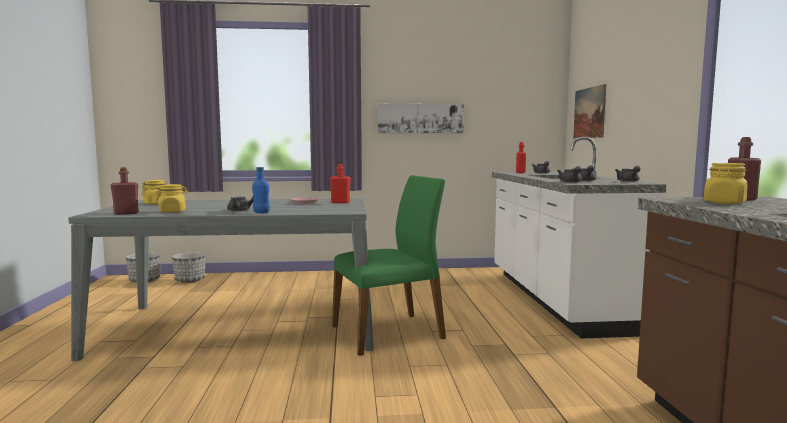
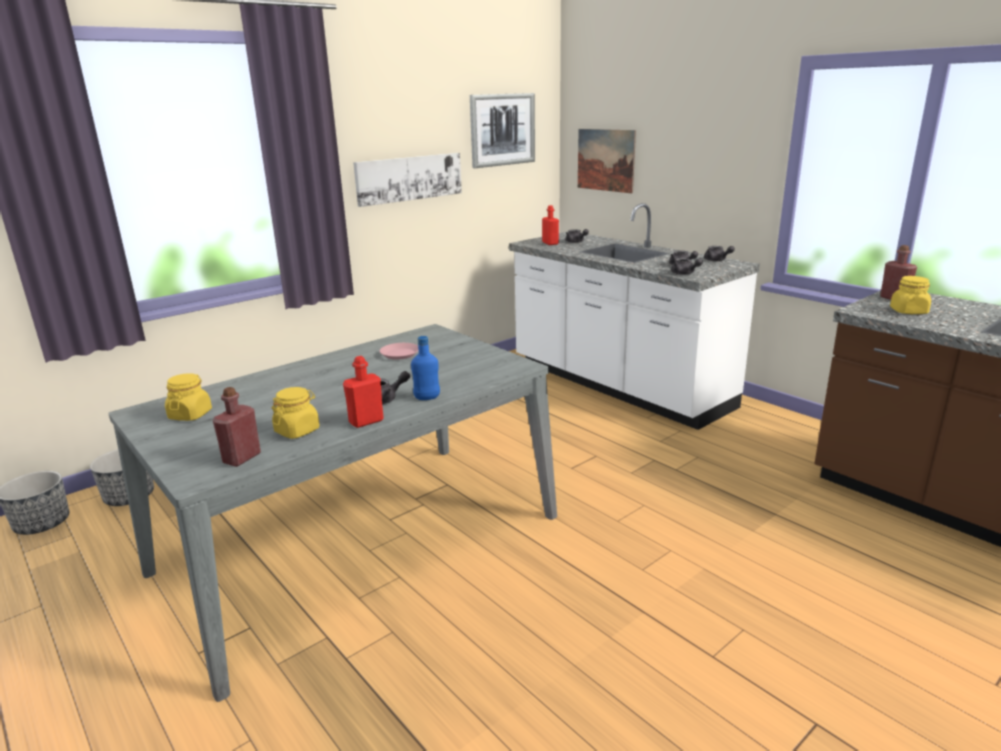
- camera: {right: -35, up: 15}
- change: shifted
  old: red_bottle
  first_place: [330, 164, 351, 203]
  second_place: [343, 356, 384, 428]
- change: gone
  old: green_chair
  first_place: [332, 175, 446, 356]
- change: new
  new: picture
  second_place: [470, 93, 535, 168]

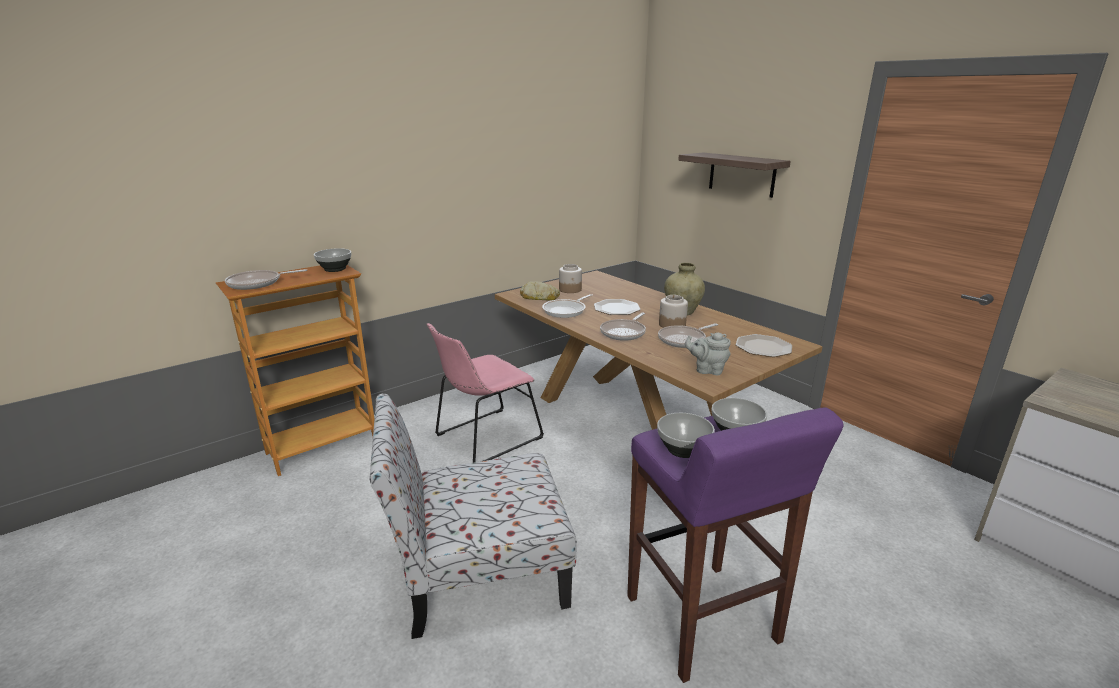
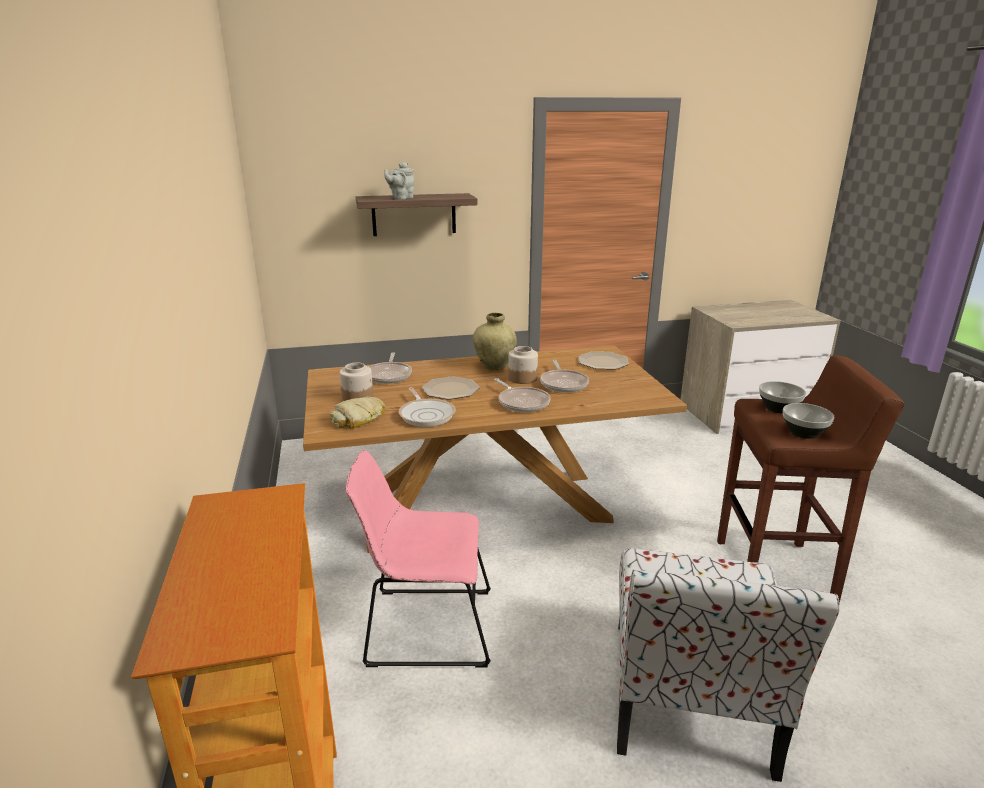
- camera: {right: -65, up: 0}
- change: gone
  old: bowl
  first_place: [314, 248, 351, 272]
- change: shifted
  old: frying_pan
  first_place: [224, 269, 307, 290]
  second_place: [369, 353, 412, 384]
- change: rotated
  old: pink_chair
  first_place: [427, 323, 544, 463]
  second_place: [346, 450, 491, 667]
  degrees: 105
- change: shifted
  old: grey_teapot
  first_place: [685, 333, 731, 375]
  second_place: [384, 162, 415, 199]
- change: repainted
  old: purple_stool
  new: brown_stool
  first_place: [627, 407, 844, 683]
  second_place: [717, 356, 904, 603]

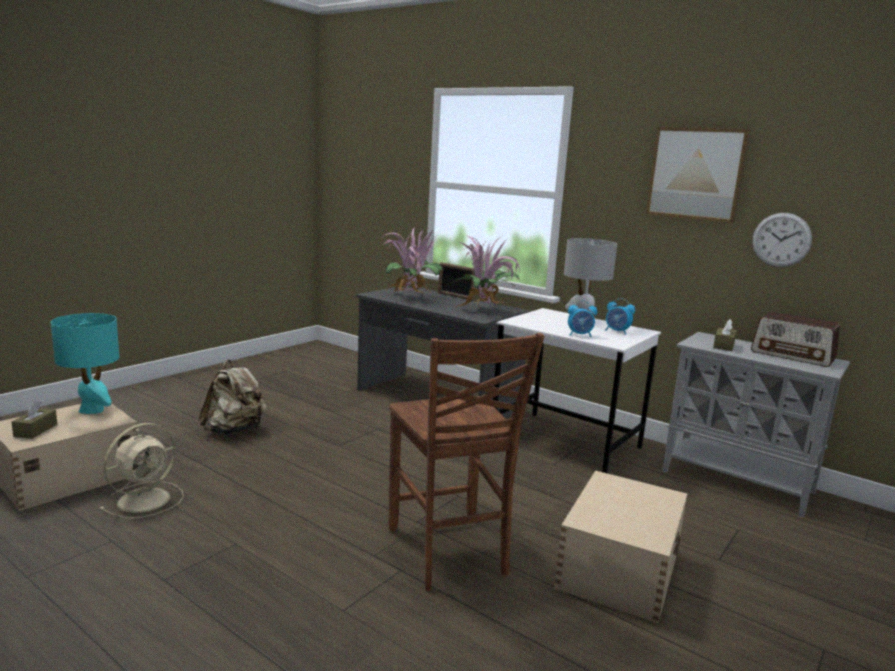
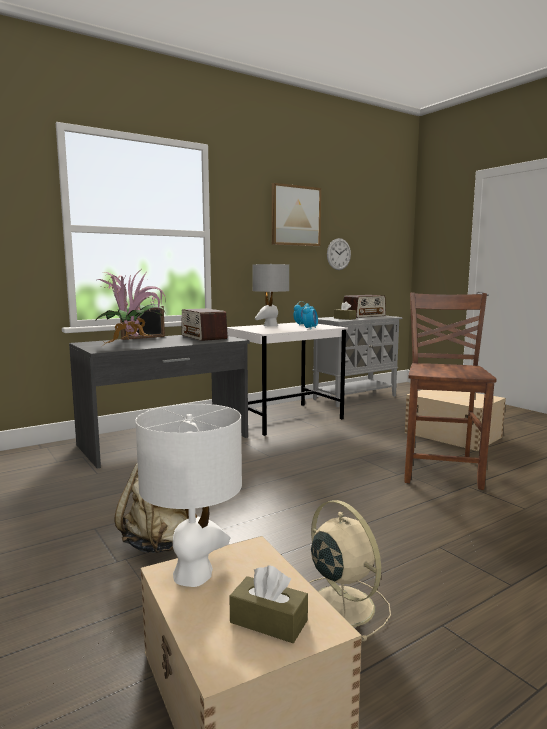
- camera: {right: -70, up: -5}
- change: swapped
  old: potted_plant
  new: radio
  first_place: [451, 235, 520, 308]
  second_place: [182, 308, 228, 341]
- change: repainted
  old: turquoise_table_lamp
  new: white_table_lamp
  first_place: [51, 313, 119, 414]
  second_place: [135, 404, 242, 587]
- change: rotated
  old: brown_chair
  first_place: [388, 333, 545, 591]
  second_place: [404, 292, 496, 490]
  degrees: -75

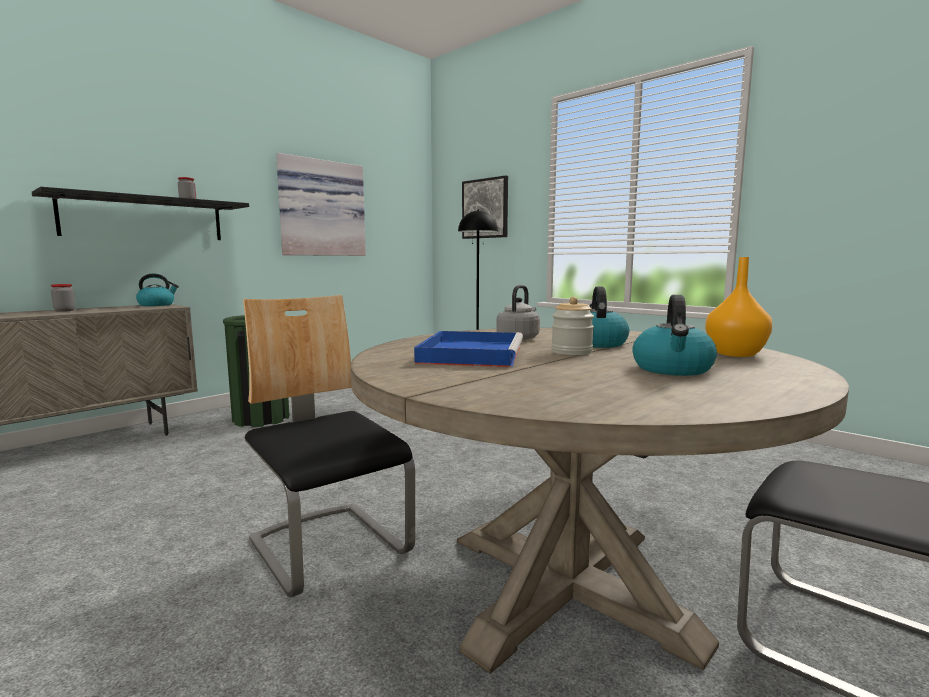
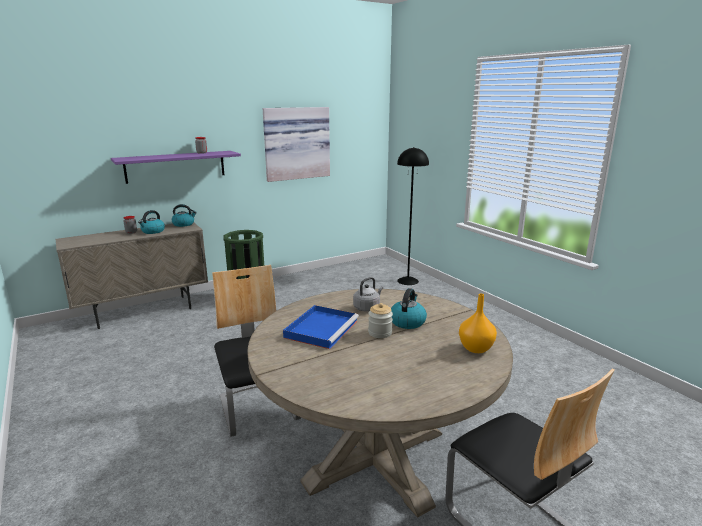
- camera: {right: 15, up: 10}
- change: gone
  old: picture
  first_place: [462, 175, 508, 239]
- change: repainted
  old: black_shelf
  new: purple_shelf
  first_place: [32, 187, 249, 240]
  second_place: [111, 151, 241, 184]
- change: shifted
  old: kettle
  first_place: [632, 295, 717, 376]
  second_place: [138, 210, 165, 234]

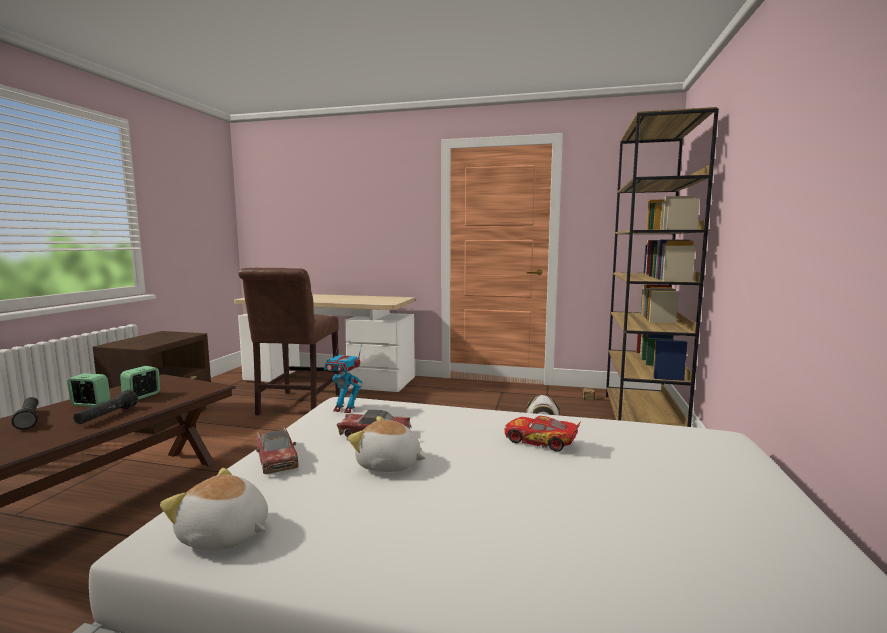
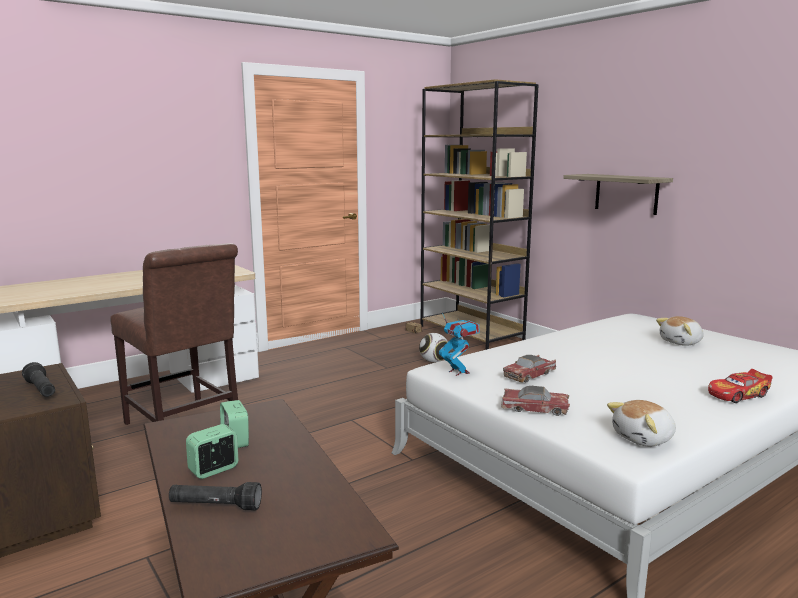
- camera: {right: -50, up: 5}
- change: rotated
  old: toy_robot
  first_place: [324, 343, 362, 413]
  second_place: [439, 313, 479, 376]
  degrees: -90
- change: shifted
  old: black_flashlight
  first_place: [73, 390, 138, 424]
  second_place: [22, 362, 55, 397]
- change: shifted
  old: plush_toy
  first_place: [348, 416, 425, 472]
  second_place: [656, 316, 704, 346]
- change: shifted
  old: toy_car
  first_place: [505, 416, 581, 452]
  second_place: [708, 369, 773, 403]
- change: new
  new: shelf
  second_place: [563, 174, 673, 215]

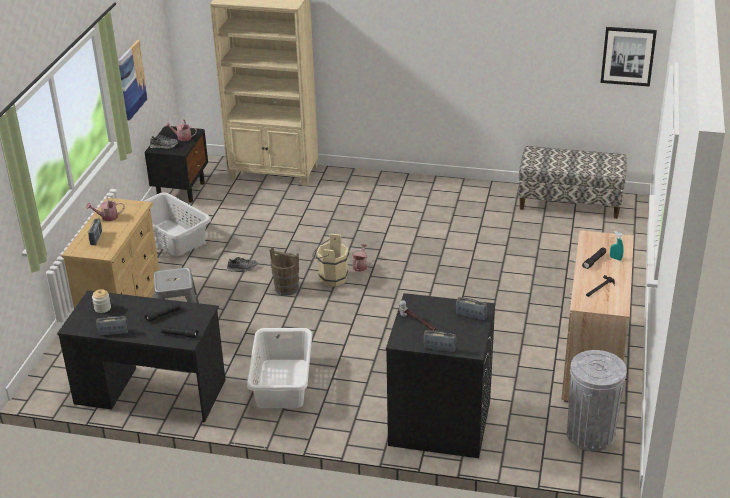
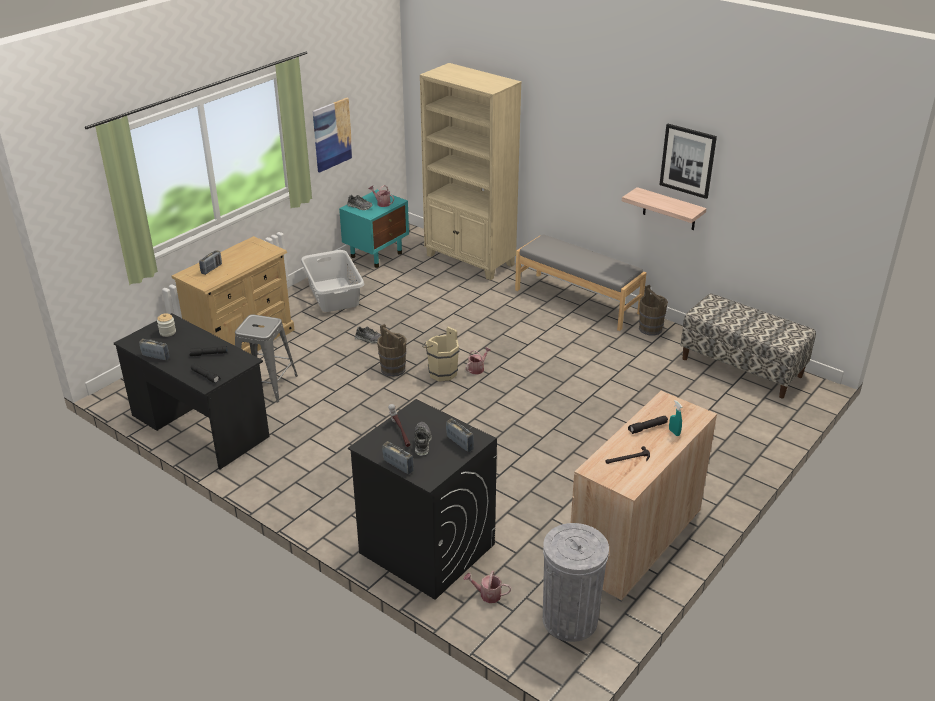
- camera: {right: 25, up: 0}
- change: shifted
  old: picture
  first_place: [601, 27, 657, 87]
  second_place: [659, 124, 717, 199]
- change: repainted
  old: black_nightstand
  new: turquoise_nightstand
  first_place: [144, 126, 208, 202]
  second_place: [339, 190, 409, 268]
- change: shifted
  old: watering_can
  first_place: [86, 196, 124, 221]
  second_place: [464, 571, 511, 603]
- change: gone
  old: white_laundry_basket
  first_place: [247, 328, 312, 408]
- change: new
  new: shelf
  second_place: [622, 187, 707, 230]
- change: new
  new: grey_bench
  second_place: [515, 234, 646, 331]
- change: new
  new: brown_bucket
  second_place: [639, 285, 668, 336]
- change: new
  new: shoe
  second_place: [414, 422, 432, 456]

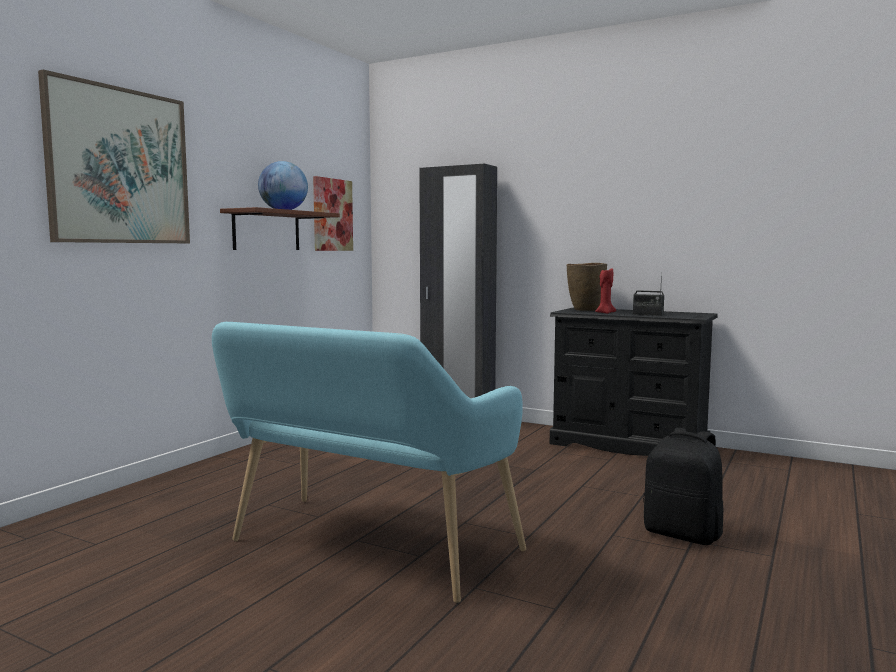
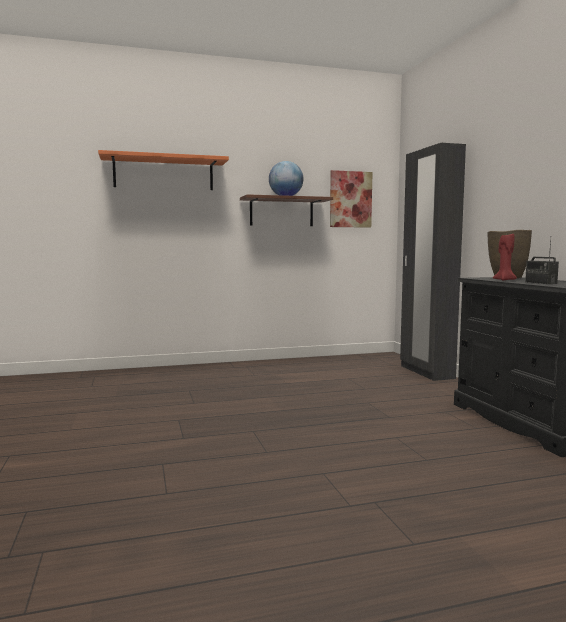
- camera: {right: 45, up: 0}
- change: swapped
  old: picture
  new: orange_shelf
  first_place: [38, 70, 190, 243]
  second_place: [98, 150, 229, 190]
- change: gone
  old: turquoise_bench
  first_place: [212, 322, 526, 603]
- change: gone
  old: black_backpack
  first_place: [643, 428, 723, 545]

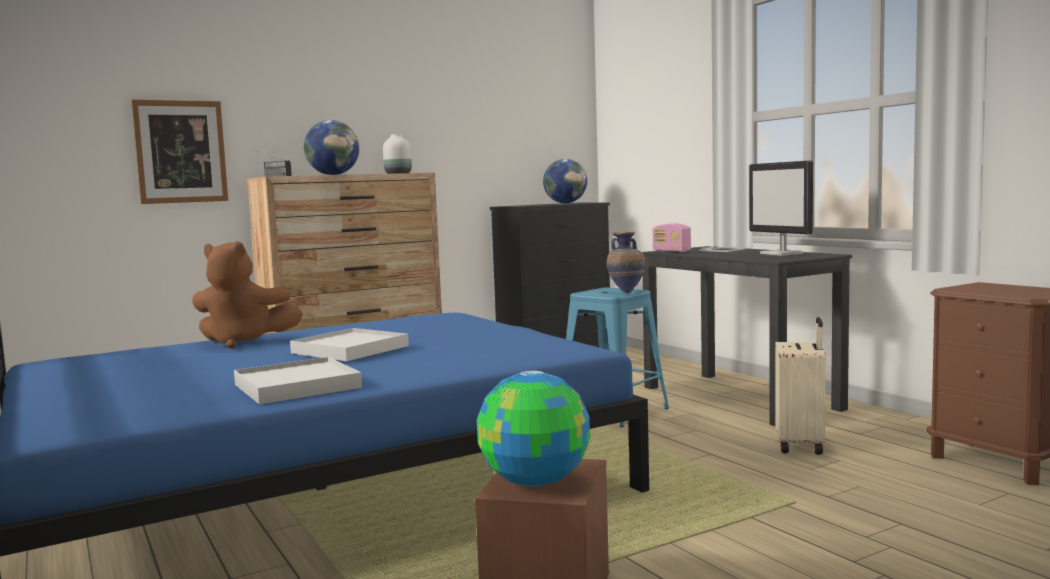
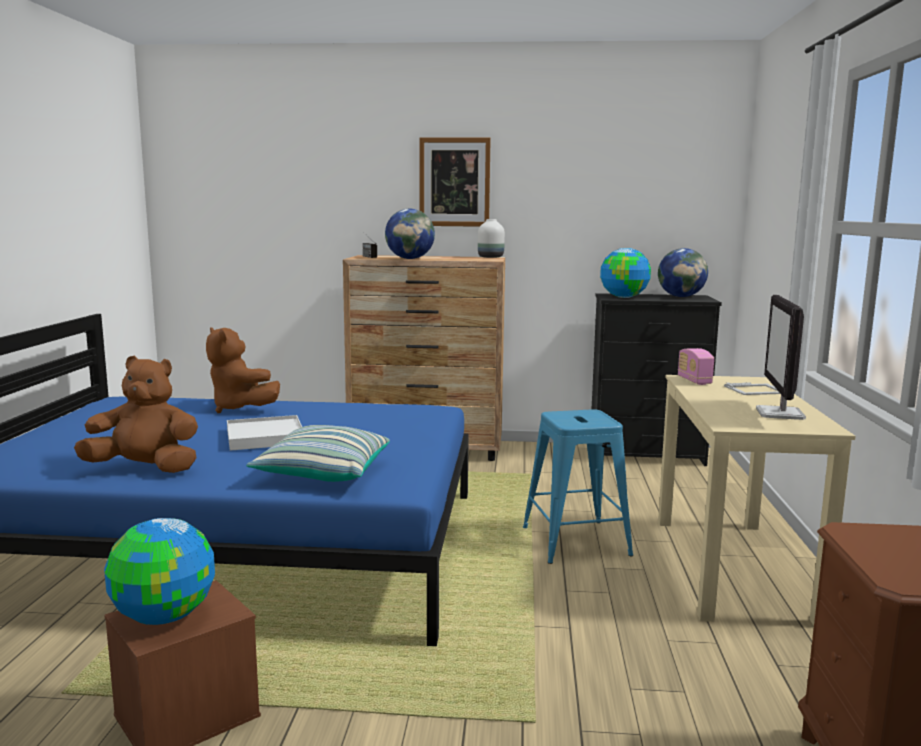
- camera: {right: 35, up: 5}
- change: shifted
  old: picture
  first_place: [131, 99, 228, 204]
  second_place: [419, 137, 491, 227]
- change: gone
  old: vase
  first_place: [607, 232, 645, 293]
- change: repainted
  old: black_desk
  new: beige_desk
  first_place: [642, 246, 852, 426]
  second_place: [658, 375, 856, 625]
- change: gone
  old: beige_suitcase
  first_place: [775, 317, 826, 455]
- change: swapped
  old: white_tray
  new: brown_plush_toy
  first_place: [234, 357, 362, 405]
  second_place: [74, 356, 198, 473]
- change: new
  new: globe
  second_place: [600, 248, 651, 298]
- change: new
  new: pillow
  second_place: [246, 425, 390, 482]

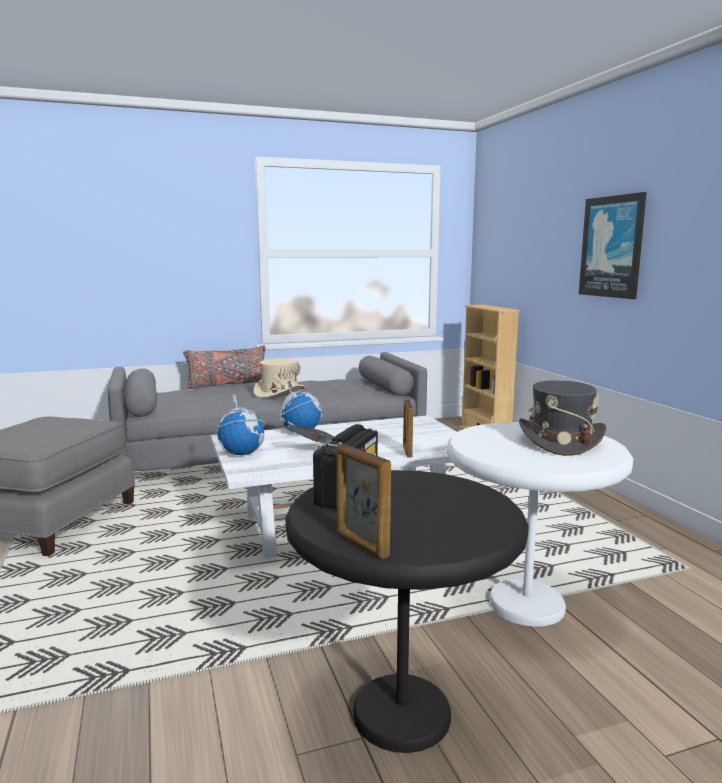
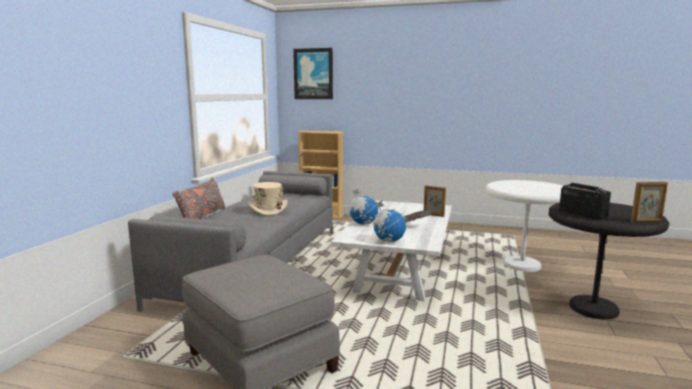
- camera: {right: -55, up: 0}
- change: shifted
  old: picture
  first_place: [579, 192, 647, 299]
  second_place: [293, 48, 333, 99]
- change: gone
  old: grey_hat
  first_place: [519, 380, 606, 456]

